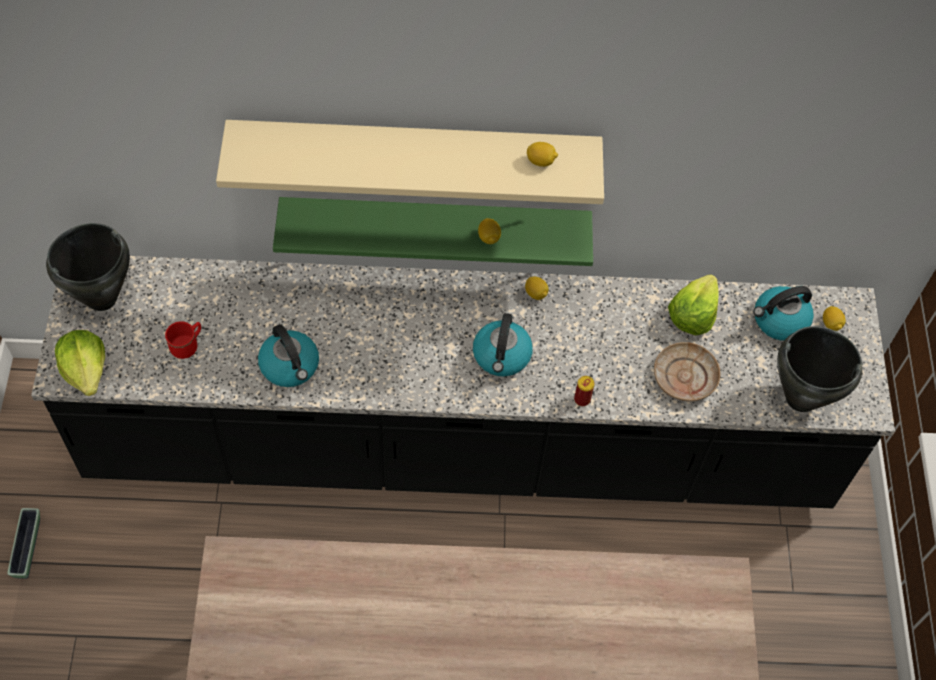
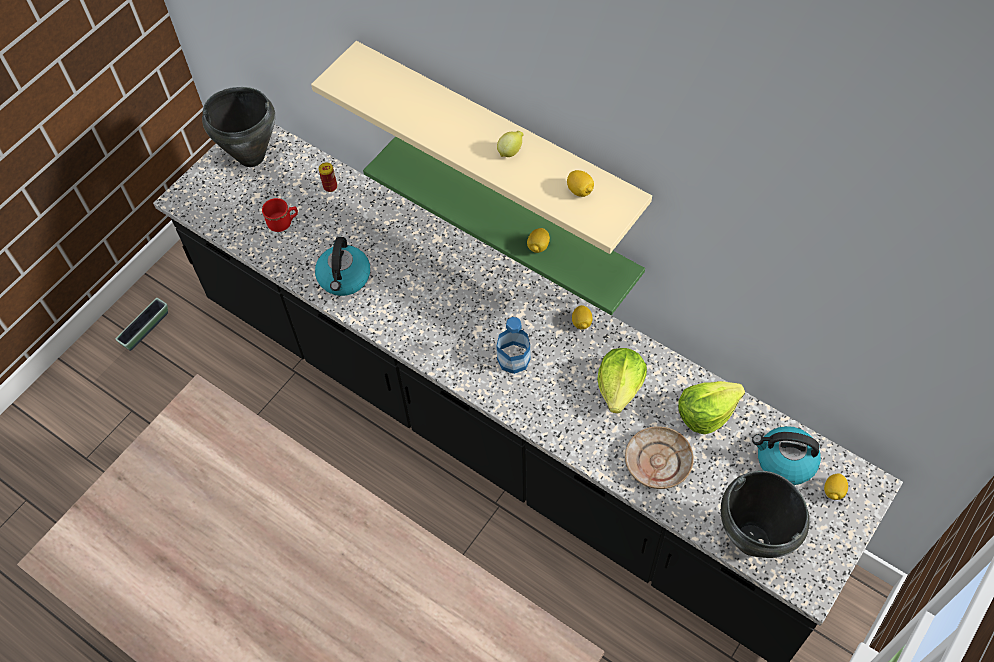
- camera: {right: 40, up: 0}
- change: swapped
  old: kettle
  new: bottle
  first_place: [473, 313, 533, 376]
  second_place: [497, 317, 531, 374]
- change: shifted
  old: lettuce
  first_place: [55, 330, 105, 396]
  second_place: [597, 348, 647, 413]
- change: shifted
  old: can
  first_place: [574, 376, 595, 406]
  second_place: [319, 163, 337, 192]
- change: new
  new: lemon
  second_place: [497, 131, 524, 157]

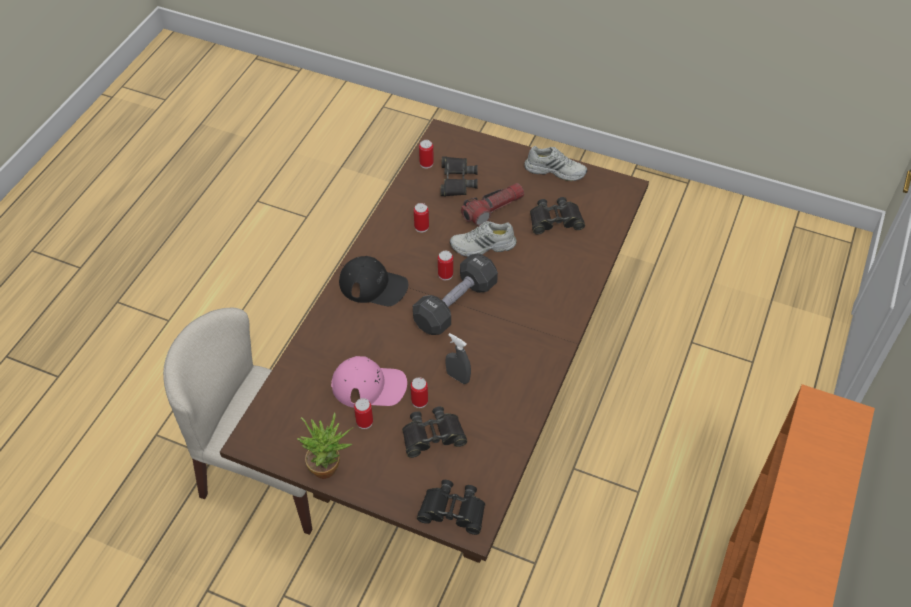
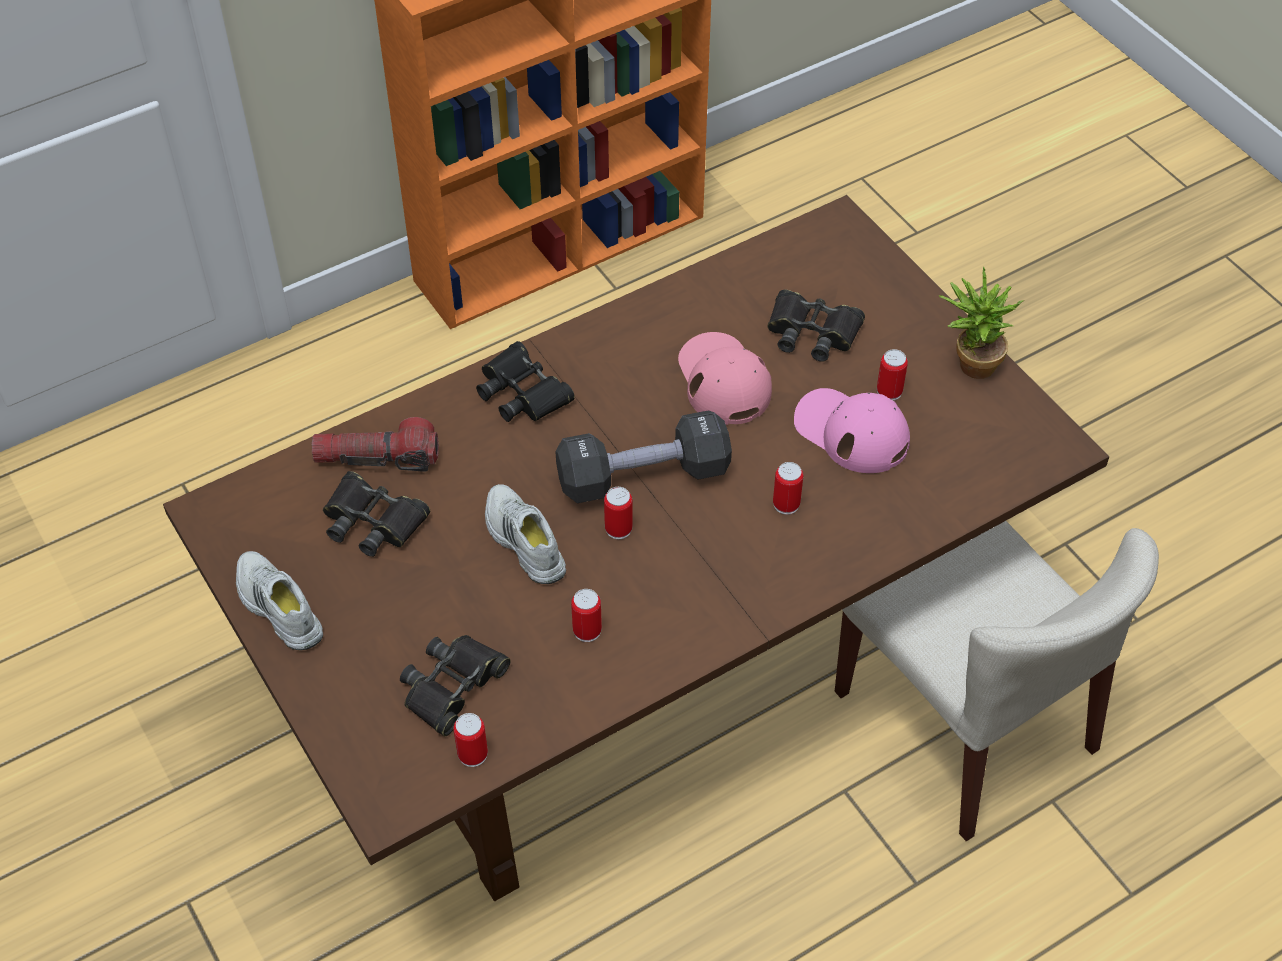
- camera: {right: -145, up: 0}
- change: shifted
  old: flashlight
  first_place: [461, 183, 524, 226]
  second_place: [312, 417, 439, 472]
- change: rotated
  old: white_shoe
  first_place: [450, 221, 517, 257]
  second_place: [485, 484, 566, 584]
  degrees: -150
- change: gone
  old: black_cap
  first_place: [339, 256, 408, 306]
- change: swapped
  old: grey_spray_bottle
  new: pink_cap
  first_place: [446, 333, 471, 384]
  second_place: [678, 332, 772, 425]
- change: shifted
  old: can
  first_place: [411, 377, 428, 408]
  second_place: [773, 462, 803, 515]
- change: shifted
  old: black_binoculars
  first_place: [417, 480, 485, 535]
  second_place: [476, 341, 575, 422]

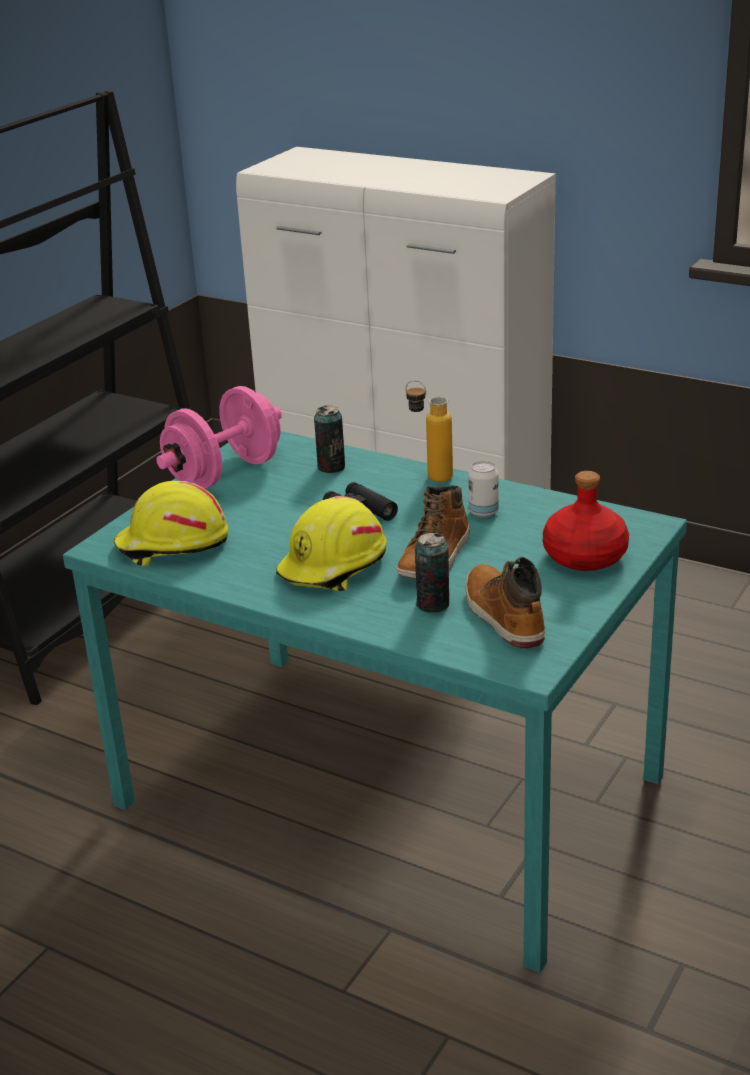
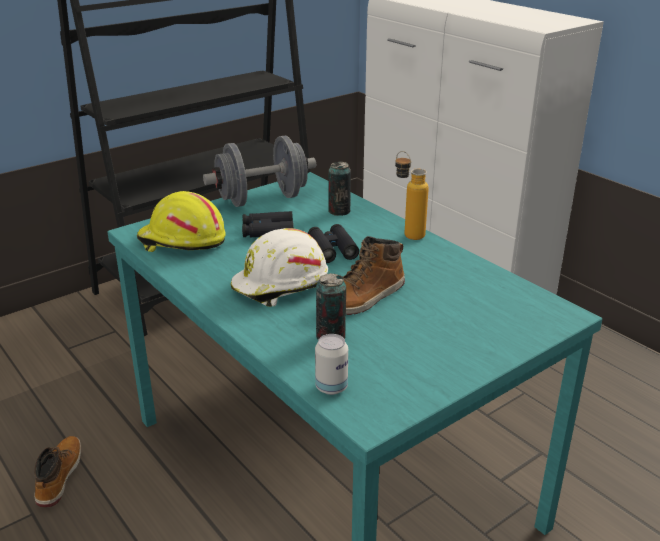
- camera: {right: 20, up: 0}
- change: repainted
  old: pink_dumbbell
  new: grey_dumbbell
  first_place: [156, 386, 282, 489]
  second_place: [203, 136, 316, 207]
- change: shifted
  old: can
  first_place: [468, 461, 499, 517]
  second_place: [315, 334, 348, 395]
- change: gone
  old: red_bottle
  first_place: [543, 471, 629, 571]
- change: repainted
  old: yellow_hard_hat
  new: white_hard_hat
  first_place: [276, 496, 387, 591]
  second_place: [231, 228, 328, 307]
- change: shifted
  old: boot
  first_place: [466, 557, 545, 649]
  second_place: [34, 436, 81, 507]
- change: new
  new: black_binoculars
  second_place: [242, 211, 294, 238]

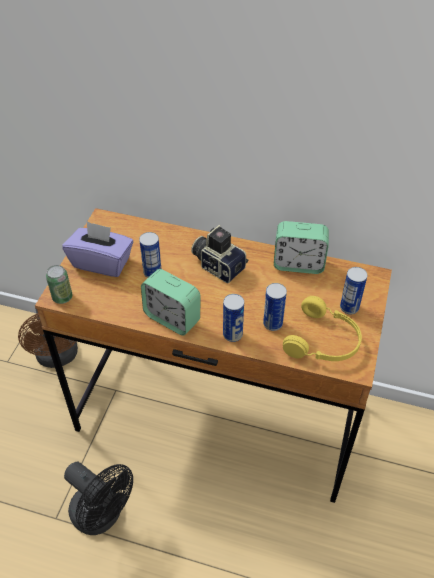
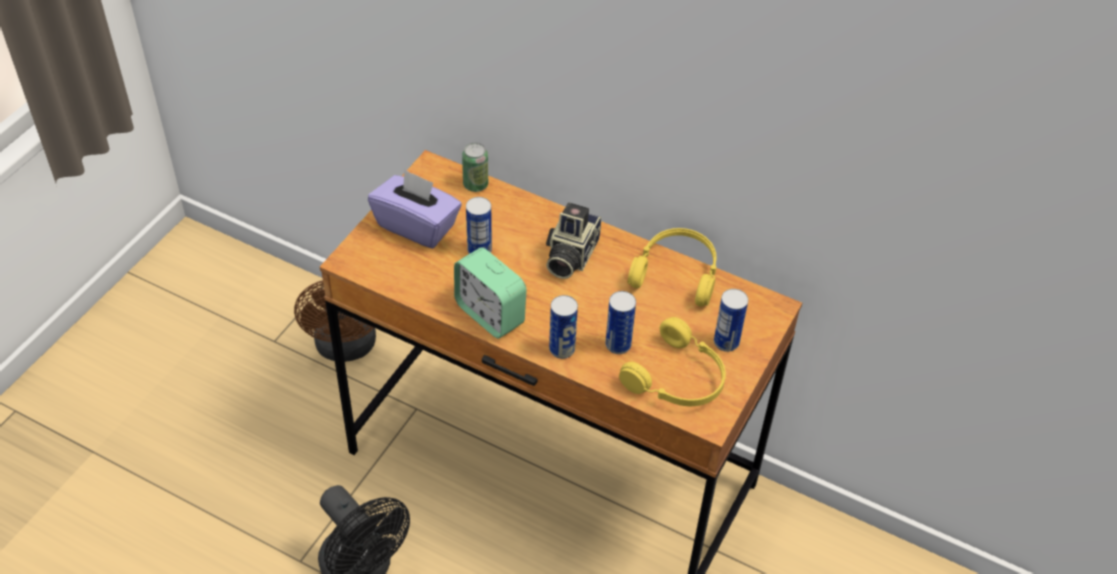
- camera: {right: 10, up: 0}
- change: swapped
  old: alarm_clock
  new: yellow_headphones
  first_place: [274, 221, 329, 274]
  second_place: [628, 228, 716, 306]
- change: rotated
  old: photo_camera
  first_place: [191, 225, 248, 283]
  second_place: [546, 202, 601, 279]
  degrees: -120
- change: shifted
  old: can
  first_place: [46, 265, 72, 304]
  second_place: [462, 143, 488, 192]

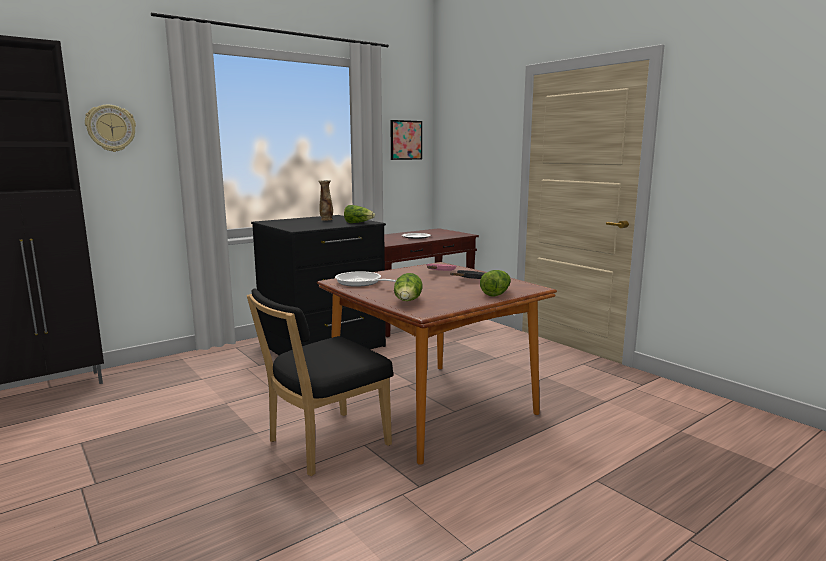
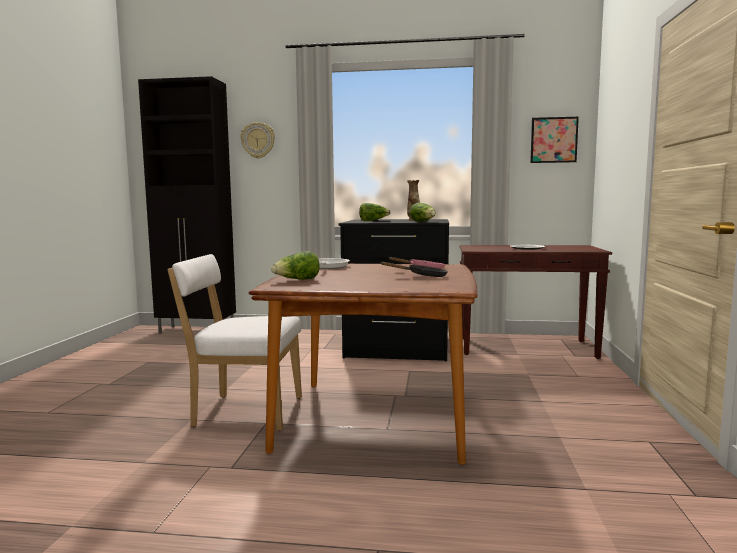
- camera: {right: 45, up: -5}
- change: shifted
  old: lettuce
  first_place: [480, 270, 511, 297]
  second_place: [359, 203, 390, 221]
- change: repainted
  old: black_chair
  new: white_chair
  first_place: [247, 288, 393, 476]
  second_place: [167, 254, 302, 431]

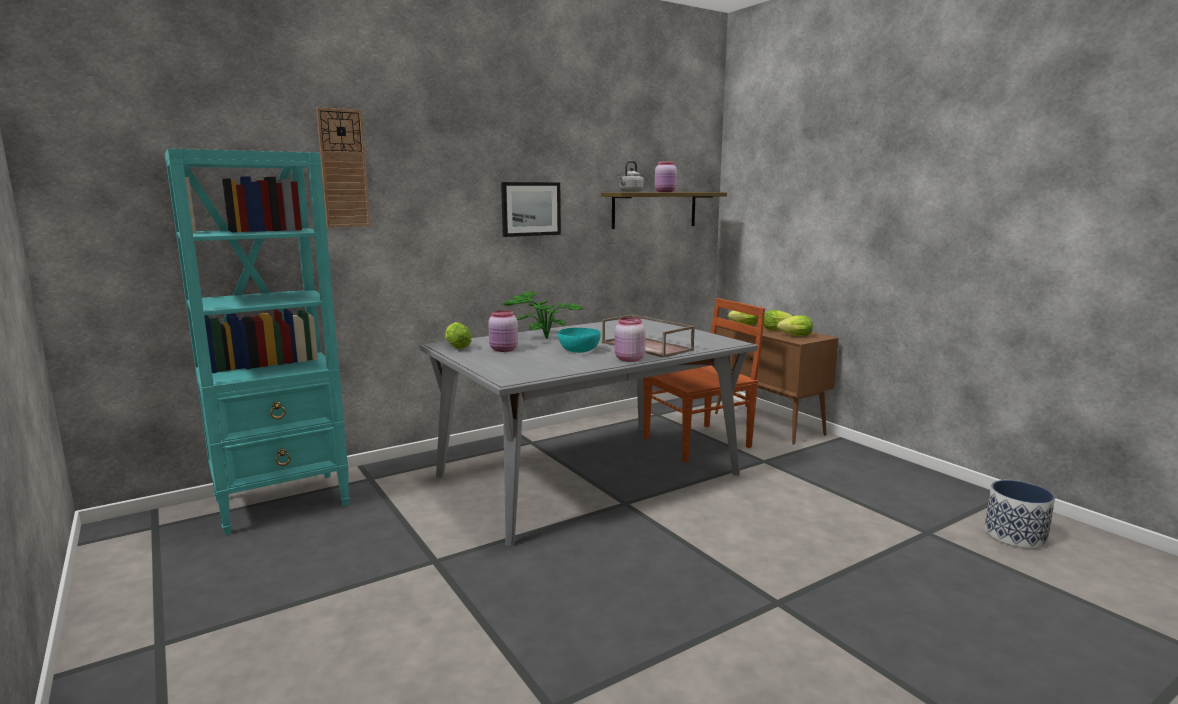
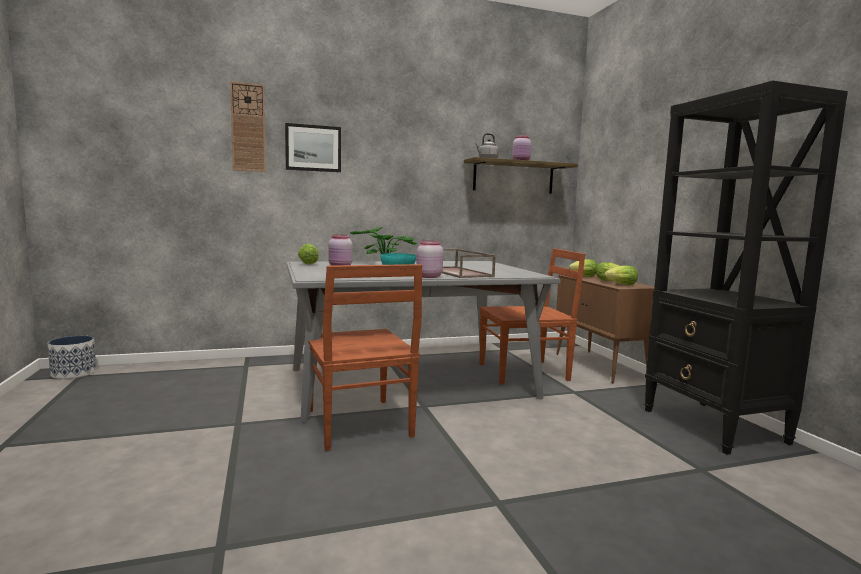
- camera: {right: 15, up: -5}
- change: gone
  old: turquoise_bookcase
  first_place: [165, 148, 350, 535]
- change: shifted
  old: picture
  first_place: [501, 182, 561, 237]
  second_place: [285, 123, 341, 172]
- change: shifted
  old: planter
  first_place: [985, 480, 1055, 549]
  second_place: [48, 336, 96, 379]
- change: new
  new: black_bookcase
  second_place: [644, 81, 848, 455]
- change: new
  new: brown_chair
  second_place: [304, 264, 422, 451]

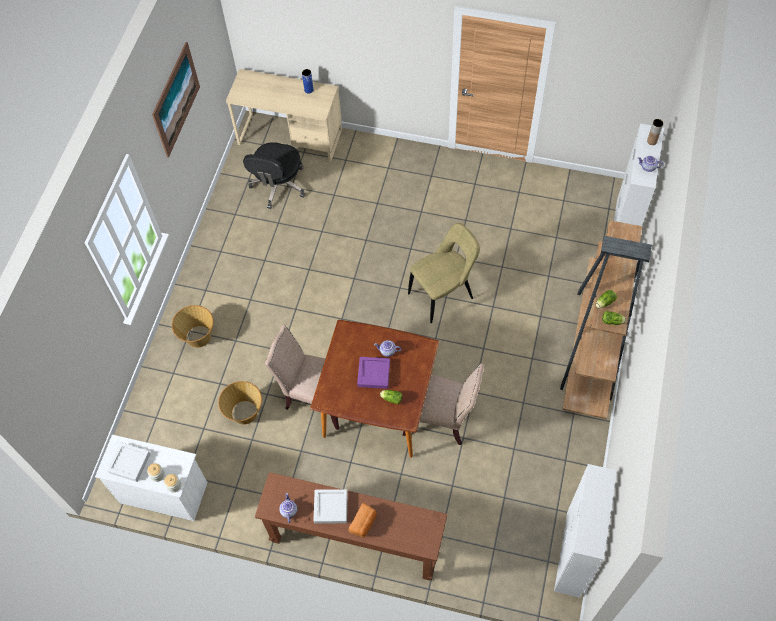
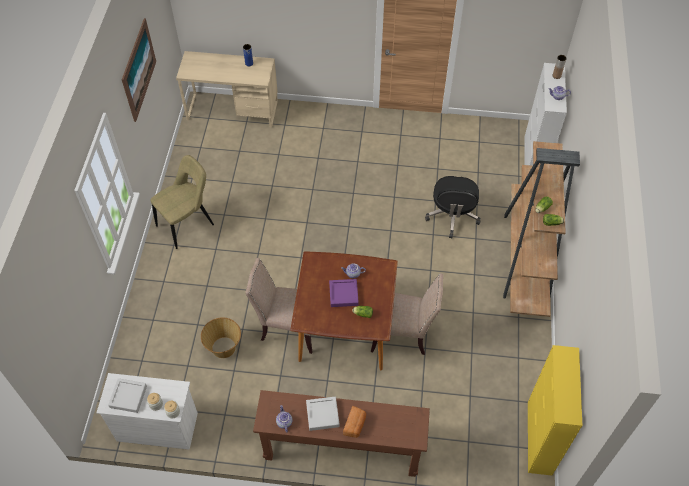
- camera: {right: -10, up: -5}
- change: shifted
  old: black_office_chair
  first_place: [243, 142, 305, 209]
  second_place: [425, 176, 481, 238]
- change: shifted
  old: beige_chair
  first_place: [408, 223, 480, 323]
  second_place: [151, 155, 214, 249]
- change: gone
  old: basket
  first_place: [172, 305, 213, 348]
- change: repainted
  old: white_cabinet
  new: yellow_cabinet
  first_place: [554, 464, 617, 598]
  second_place: [528, 345, 582, 475]

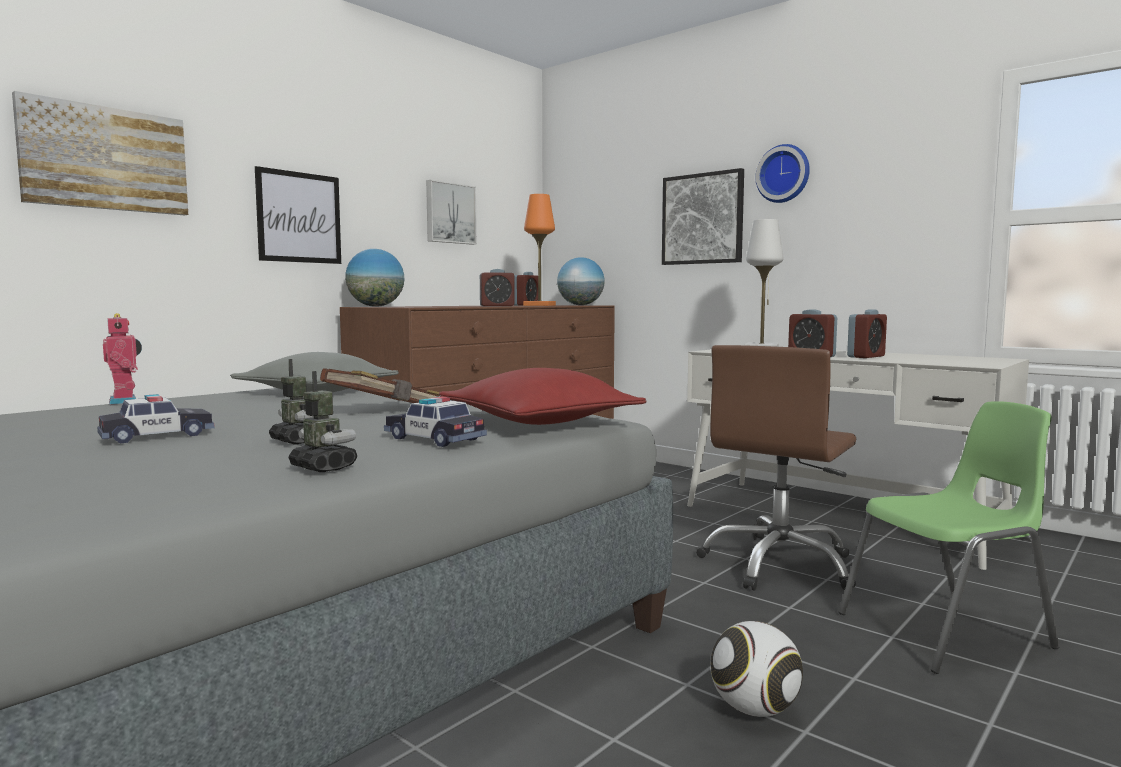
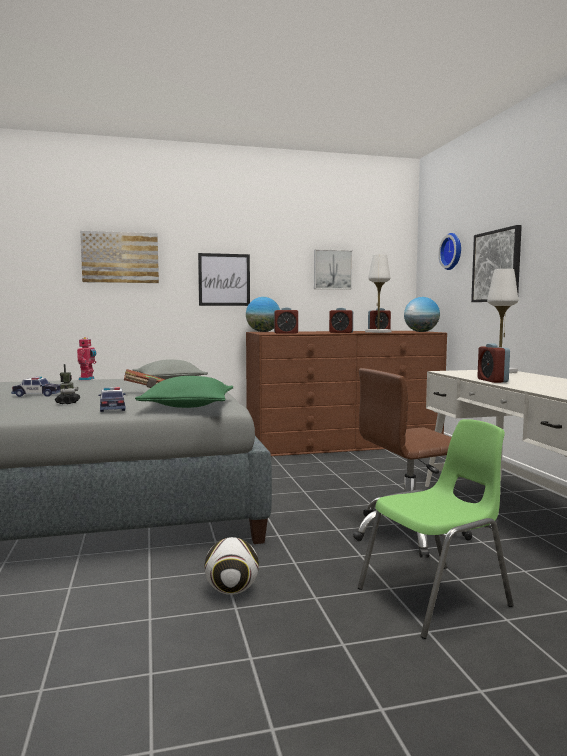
- camera: {right: 35, up: 0}
- change: shifted
  old: wall_clock
  first_place: [755, 144, 810, 203]
  second_place: [439, 233, 461, 270]
- change: repainted
  old: orange_table_lamp
  new: white_table_lamp
  first_place: [523, 194, 556, 306]
  second_place: [365, 254, 391, 333]
- change: shifted
  old: alarm_clock
  first_place: [847, 309, 887, 358]
  second_place: [274, 307, 298, 334]
- change: repainted
  old: red_pillow
  new: green_pillow
  first_place: [439, 368, 647, 425]
  second_place: [135, 376, 234, 408]
- change: gone
  old: toy_robot
  first_place: [288, 371, 357, 472]
- change: rotated
  old: green_chair
  first_place: [839, 401, 1059, 674]
  second_place: [358, 419, 513, 639]
  degrees: -45

